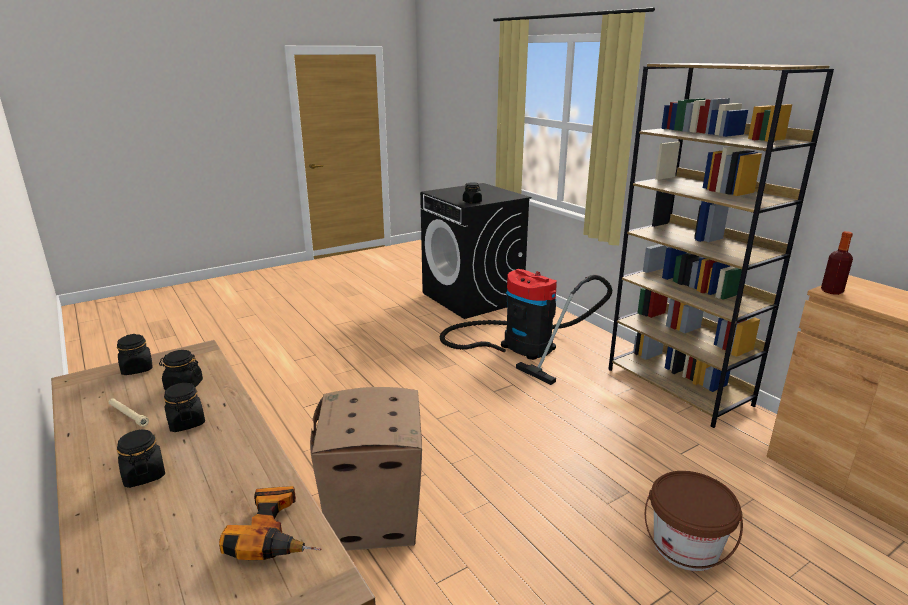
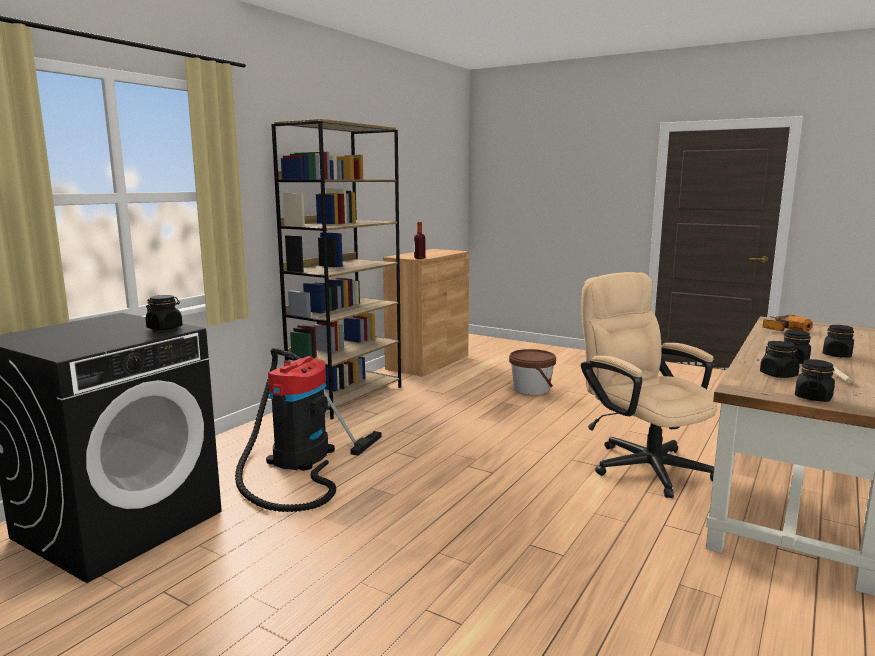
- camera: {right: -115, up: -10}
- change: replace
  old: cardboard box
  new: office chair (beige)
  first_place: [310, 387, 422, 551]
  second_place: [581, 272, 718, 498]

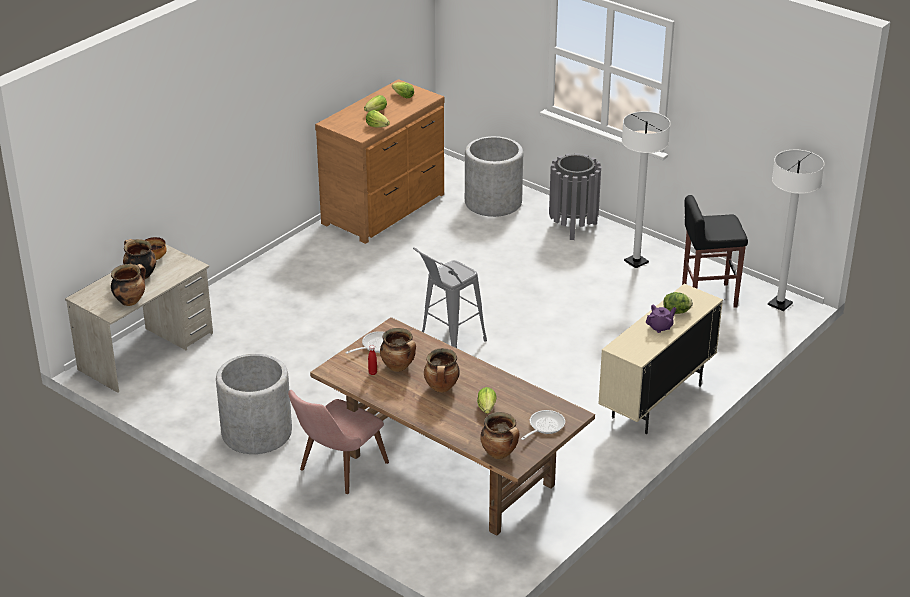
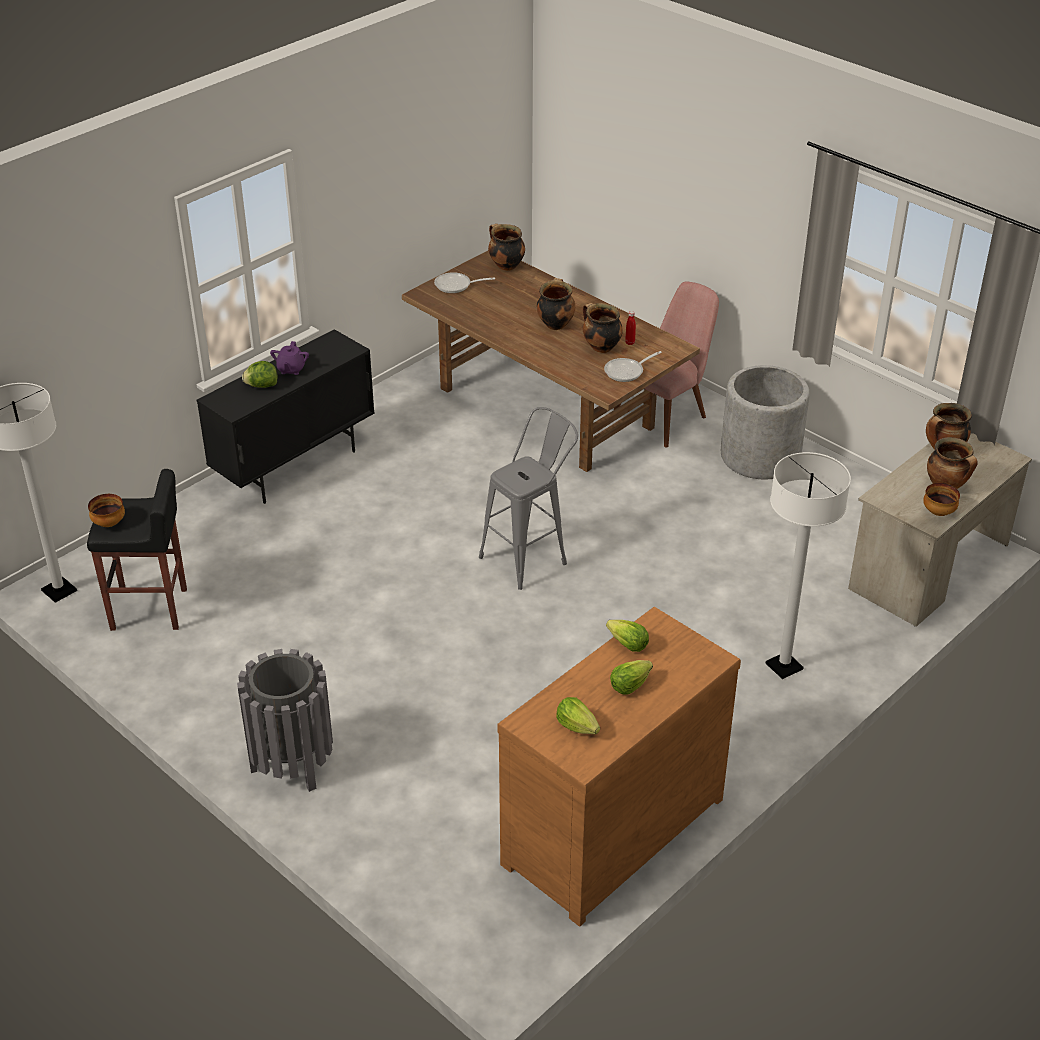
- camera: {right: -175, up: 5}
- change: insert
  new: bowl
  second_place: [88, 494, 125, 527]
- change: recolor
  old: cabinet (beige)
  new: cabinet (black)
  first_place: [598, 284, 723, 434]
  second_place: [197, 329, 374, 504]
- change: rotate
  old: teapot (purple)
  first_place: [646, 305, 676, 333]
  second_place: [270, 341, 309, 375]
  degrees: -60
- change: rotate
  old: frying pan
  first_place: [521, 410, 565, 440]
  second_place: [434, 272, 495, 293]
  degrees: 45
- change: move
  old: floor lamp (white)
  first_place: [622, 111, 671, 268]
  second_place: [766, 452, 851, 679]
- change: delete
  old: planter (grey)
  first_place: [465, 136, 523, 217]
- change: delete
  old: lettuce
  first_place: [477, 387, 496, 414]

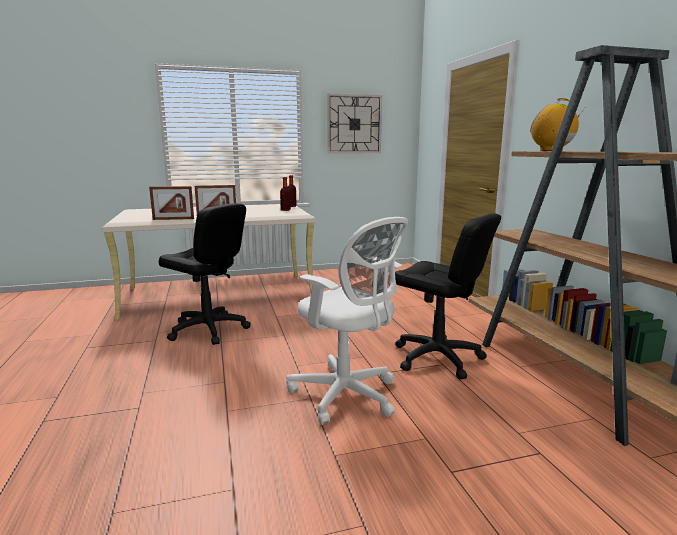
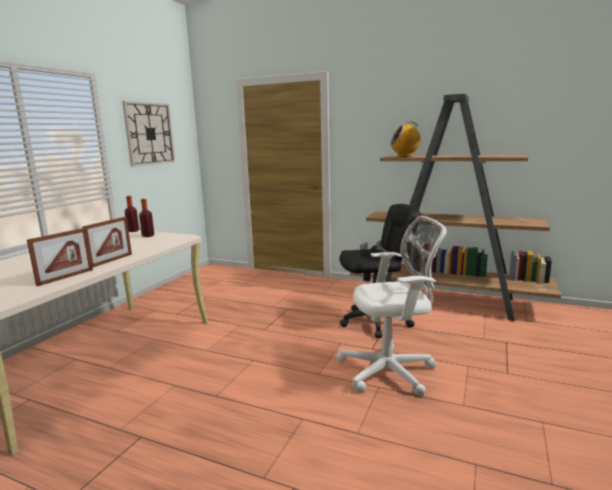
- camera: {right: -50, up: 0}
- change: delete
  old: office chair (black)
  first_place: [159, 203, 251, 345]

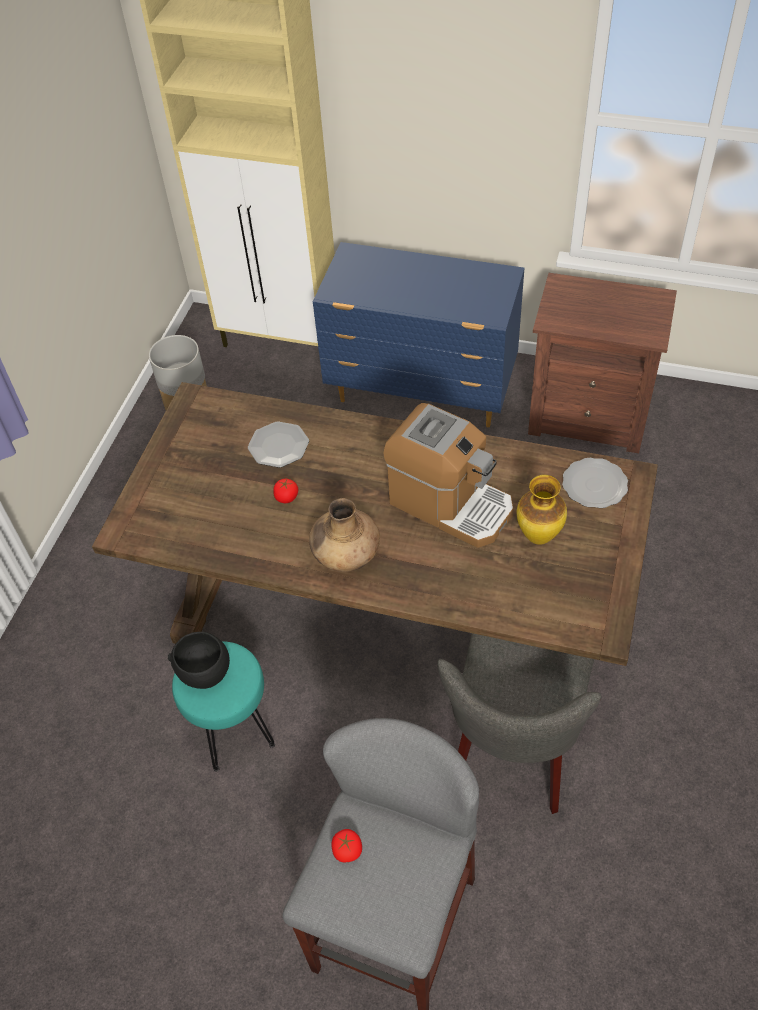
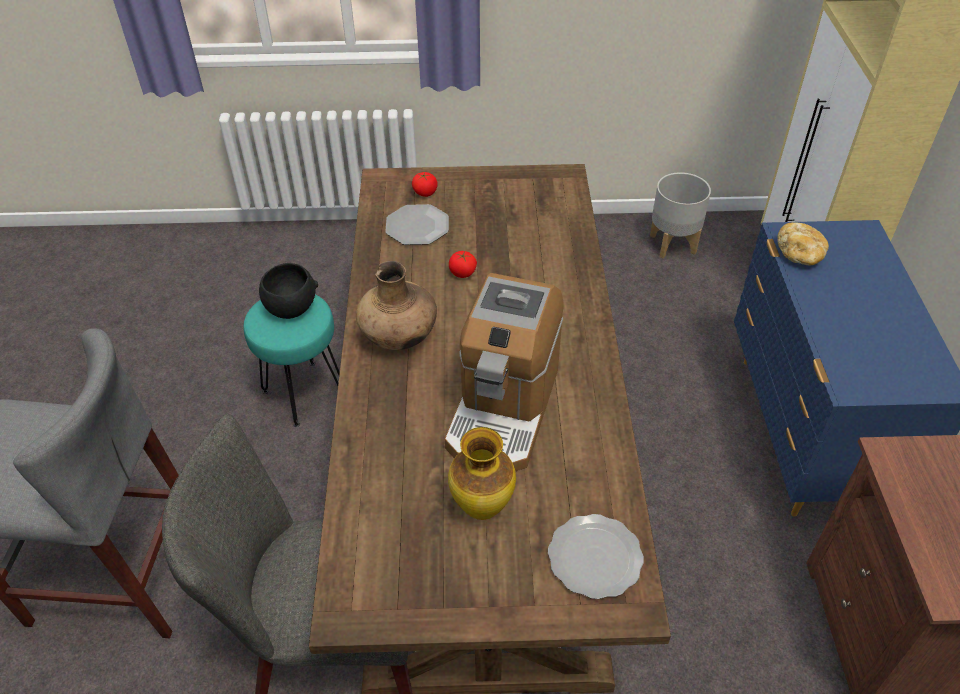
- camera: {right: 70, up: -5}
- change: move
  old: plate
  first_place: [248, 421, 309, 468]
  second_place: [385, 204, 449, 245]
- change: move
  old: tomato
  first_place: [331, 829, 362, 862]
  second_place: [412, 172, 438, 197]
- change: insert
  new: bread
  second_place: [777, 222, 829, 265]

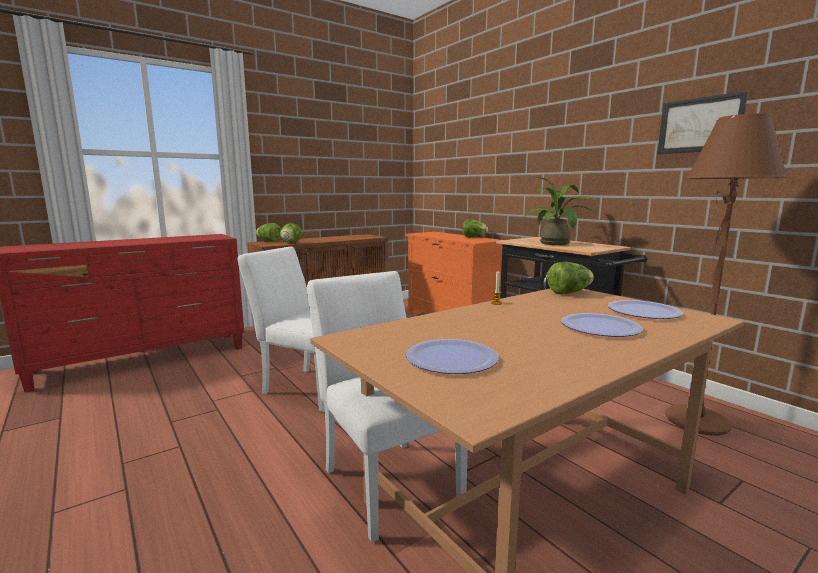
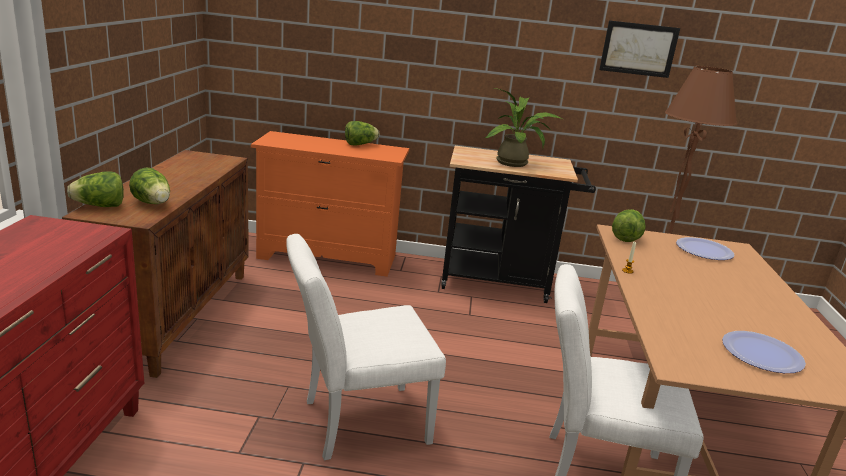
- camera: {right: -50, up: 10}
- change: delete
  old: plate
  first_place: [561, 313, 643, 337]

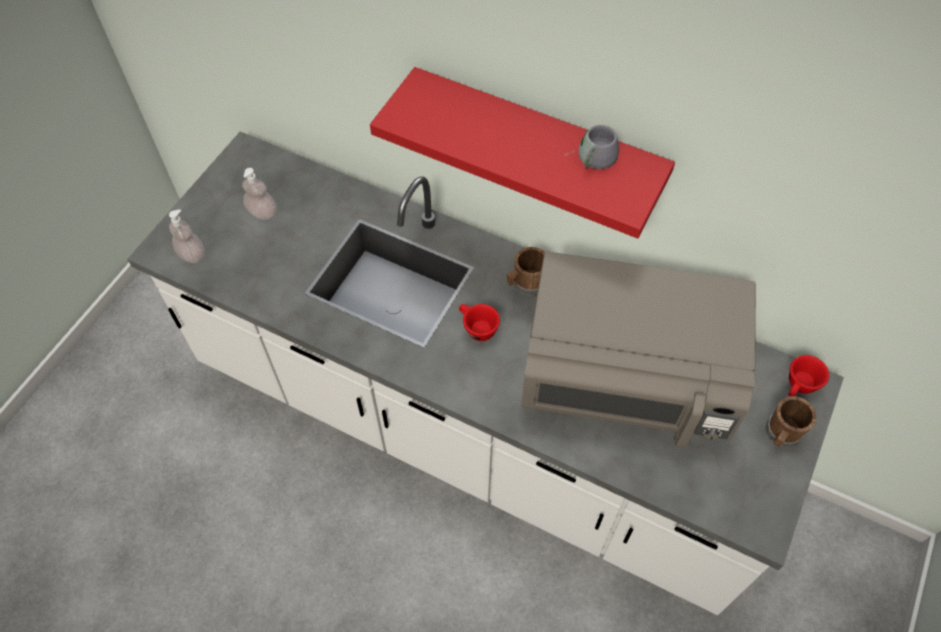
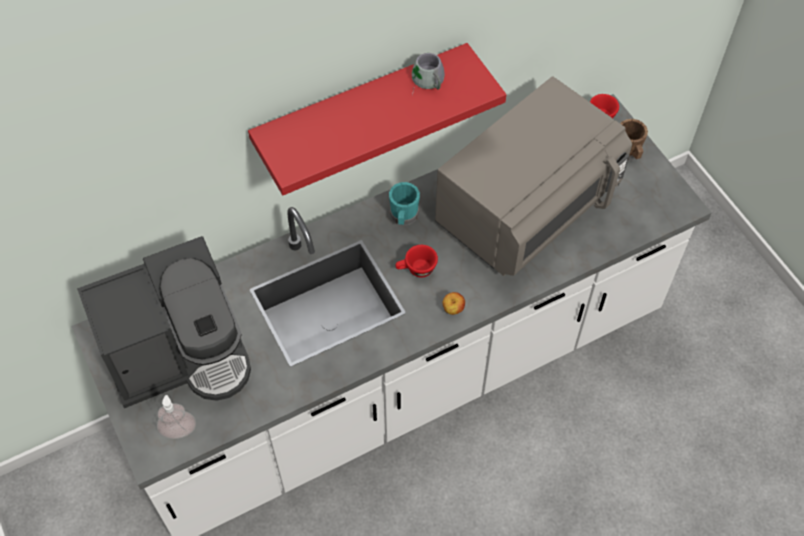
- camera: {right: -55, up: 0}
- change: replace
  old: soap dispenser
  new: coffee machine
  first_place: [242, 168, 277, 220]
  second_place: [77, 236, 251, 408]
- change: recolor
  old: mug (brown)
  new: mug (turquoise)
  first_place: [507, 247, 545, 296]
  second_place: [389, 182, 420, 225]
- change: insert
  new: apple
  second_place: [442, 292, 465, 315]

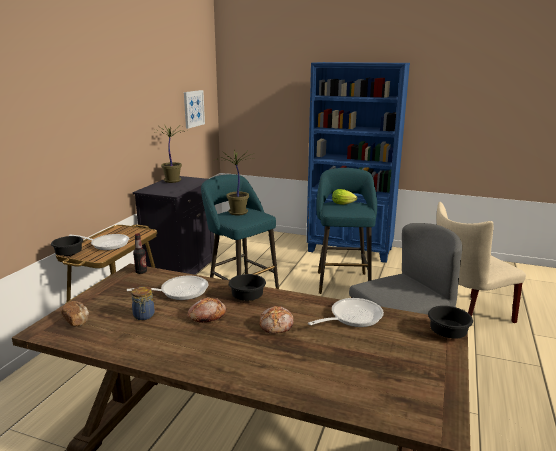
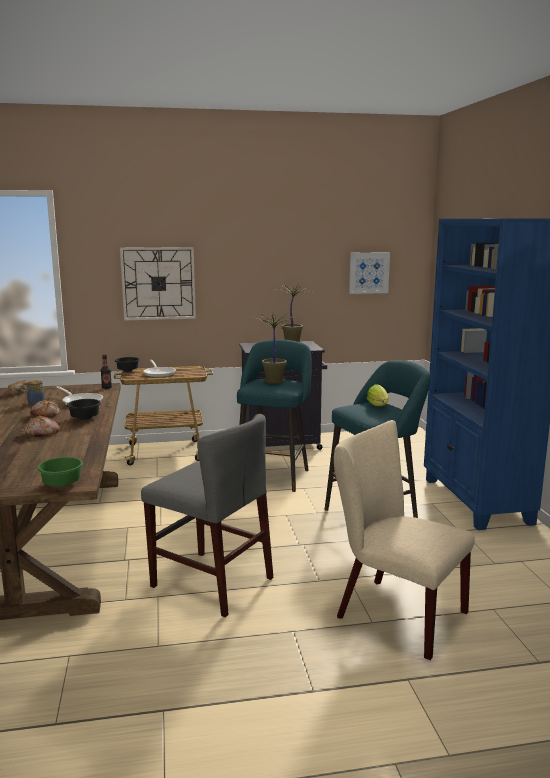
- camera: {right: 60, up: -5}
- change: recolor
  old: bowl (black)
  new: bowl (green)
  first_place: [428, 306, 473, 339]
  second_place: [37, 457, 83, 487]
- change: insert
  new: wall clock
  second_place: [120, 247, 196, 321]
- change: delete
  old: frying pan
  first_place: [308, 298, 384, 327]

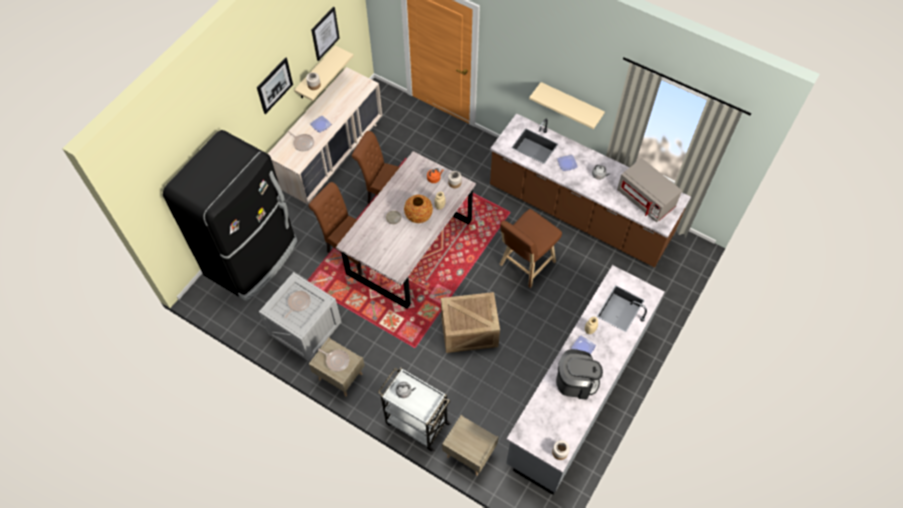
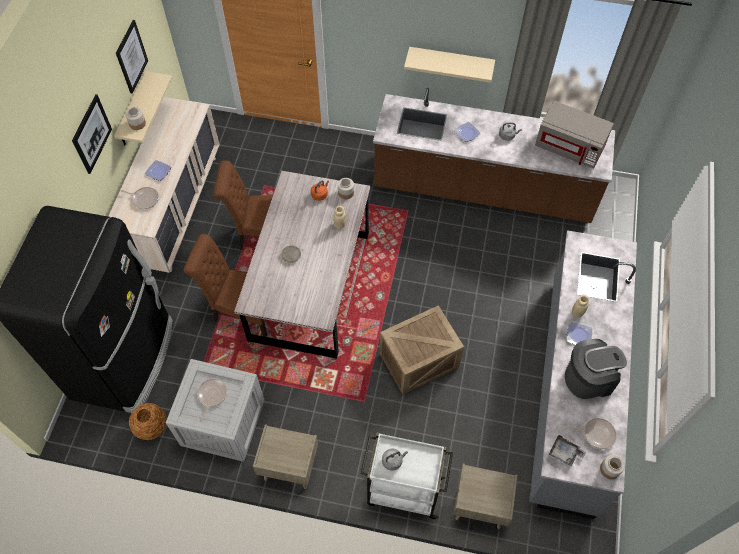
- camera: {right: -20, up: 0}
- change: move
  old: vase
  first_place: [404, 195, 433, 223]
  second_place: [129, 403, 167, 440]
- change: insert
  new: tray (grey)
  second_place: [549, 435, 586, 467]
- change: move
  old: frying pan
  first_place: [318, 349, 349, 372]
  second_place: [568, 418, 617, 449]
- change: delete
  old: stool (brown)
  first_place: [499, 209, 562, 288]

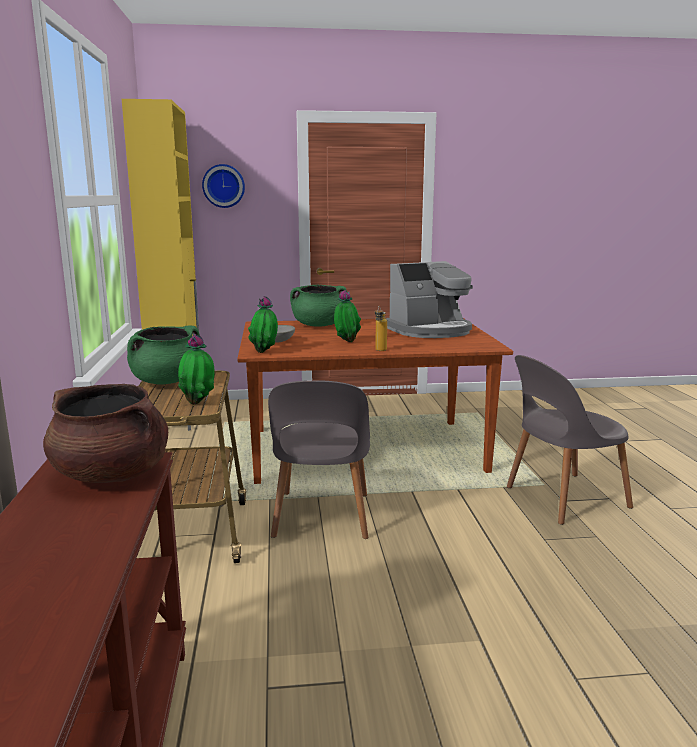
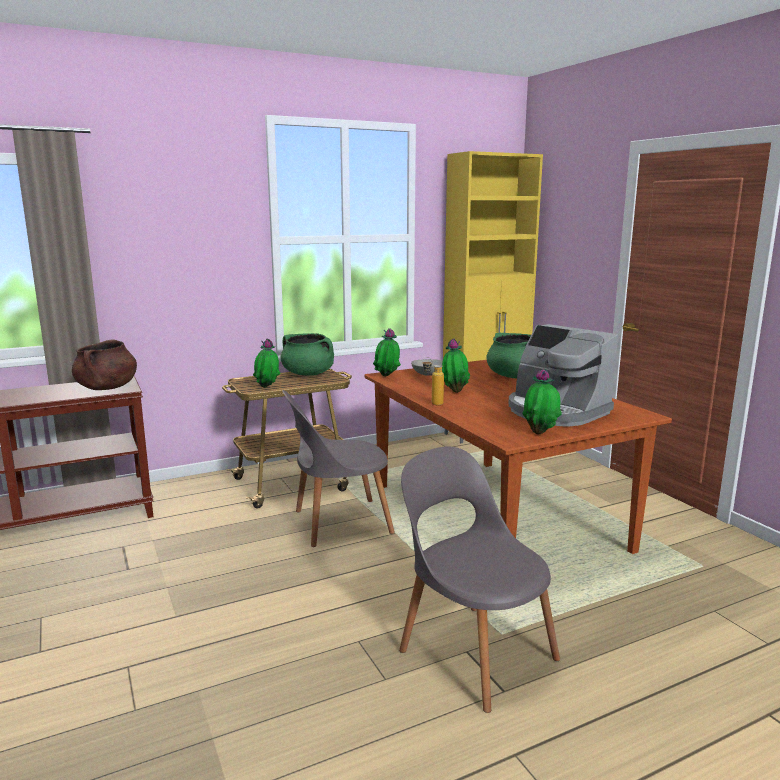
- camera: {right: 70, up: 0}
- change: insert
  new: potted plant
  second_place: [522, 368, 562, 434]
- change: delete
  old: wall clock
  first_place: [202, 164, 245, 208]

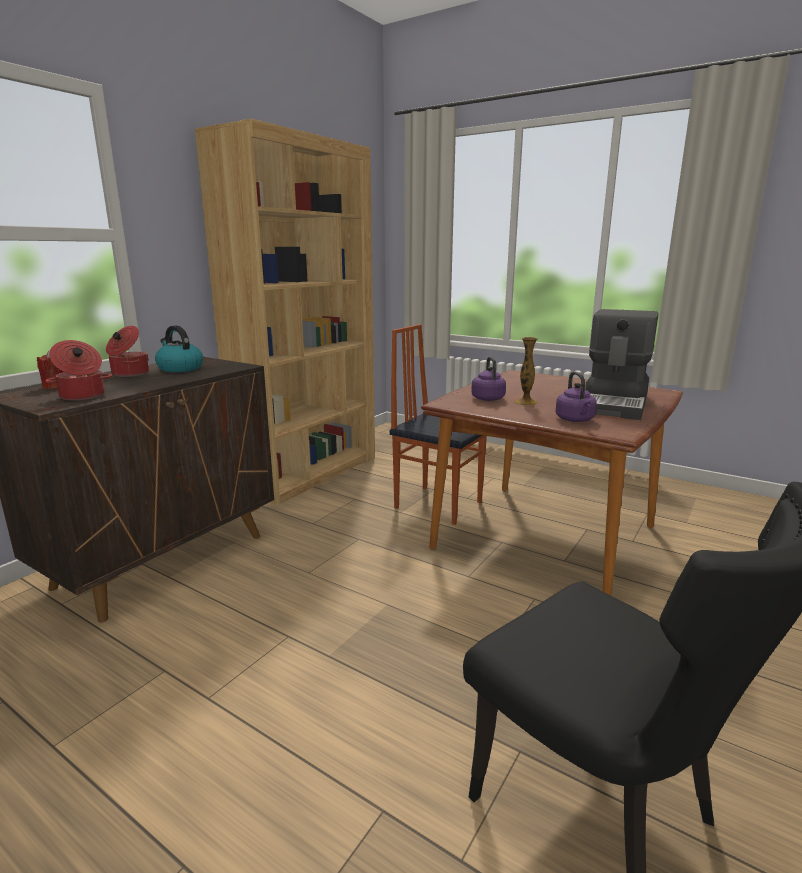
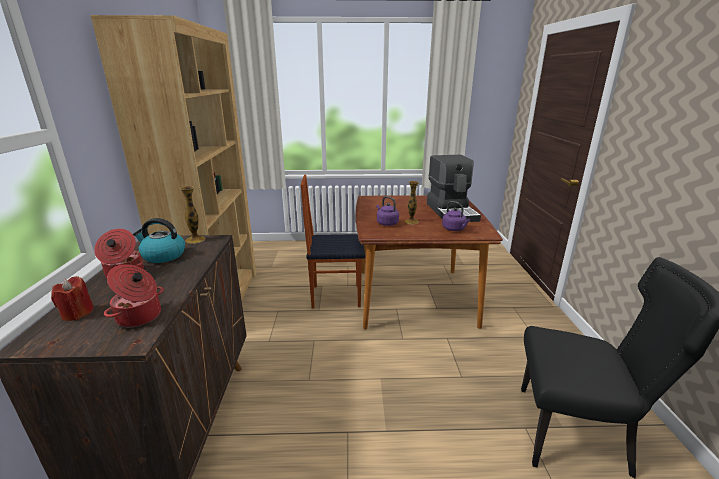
- camera: {right: -35, up: 5}
- change: insert
  new: vase
  second_place: [180, 186, 205, 244]

